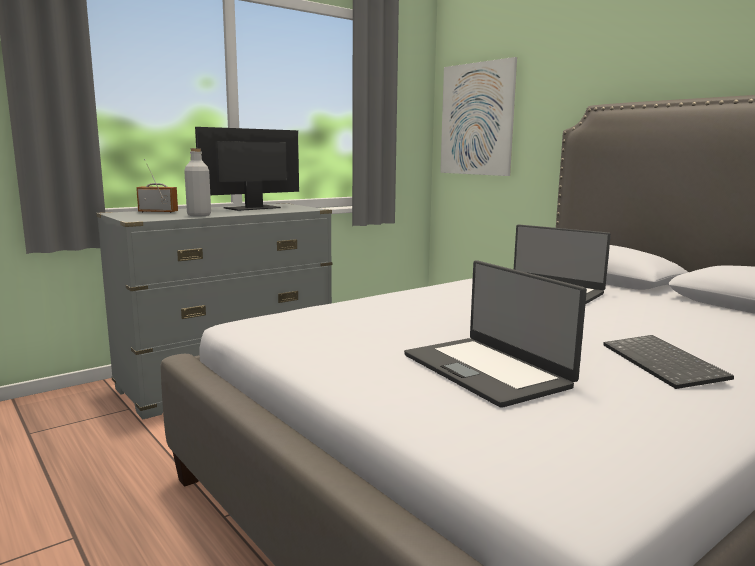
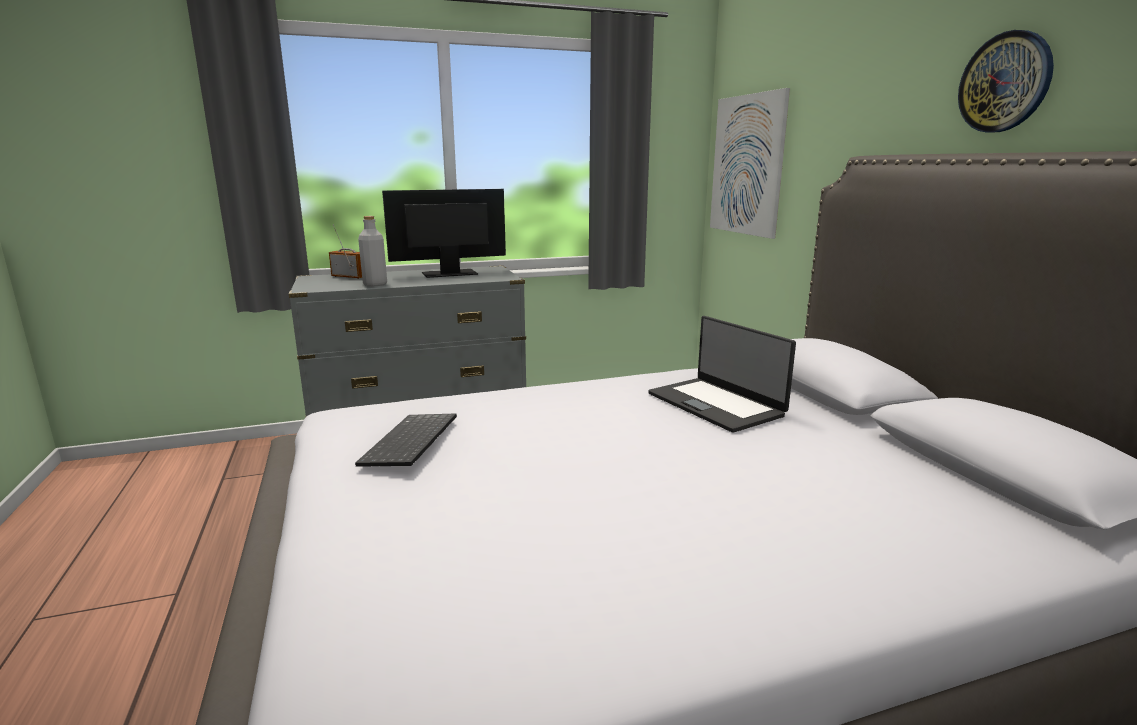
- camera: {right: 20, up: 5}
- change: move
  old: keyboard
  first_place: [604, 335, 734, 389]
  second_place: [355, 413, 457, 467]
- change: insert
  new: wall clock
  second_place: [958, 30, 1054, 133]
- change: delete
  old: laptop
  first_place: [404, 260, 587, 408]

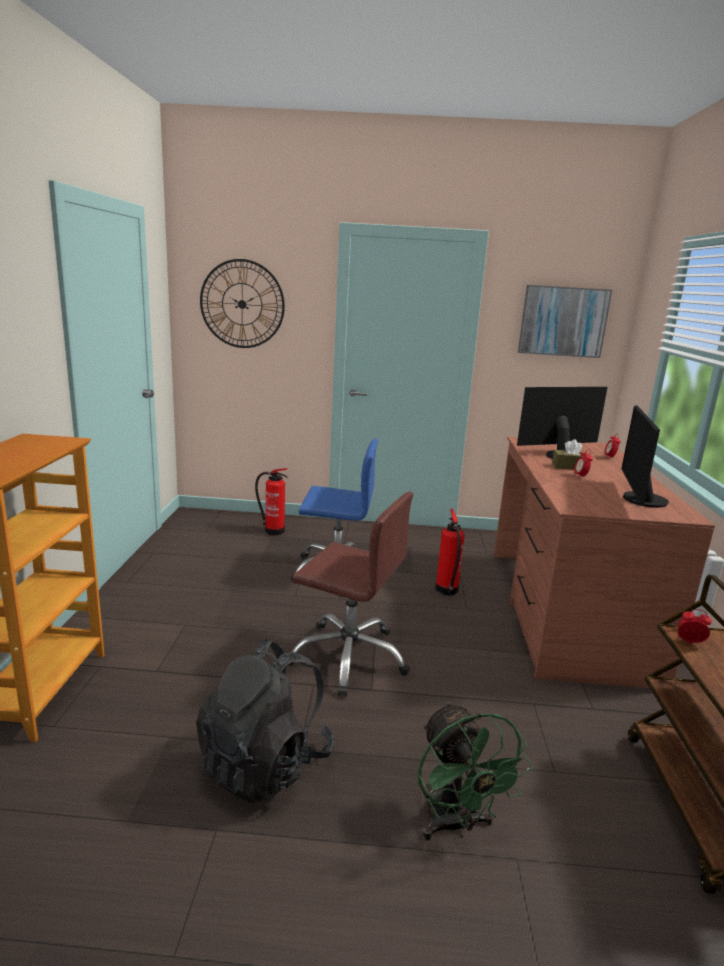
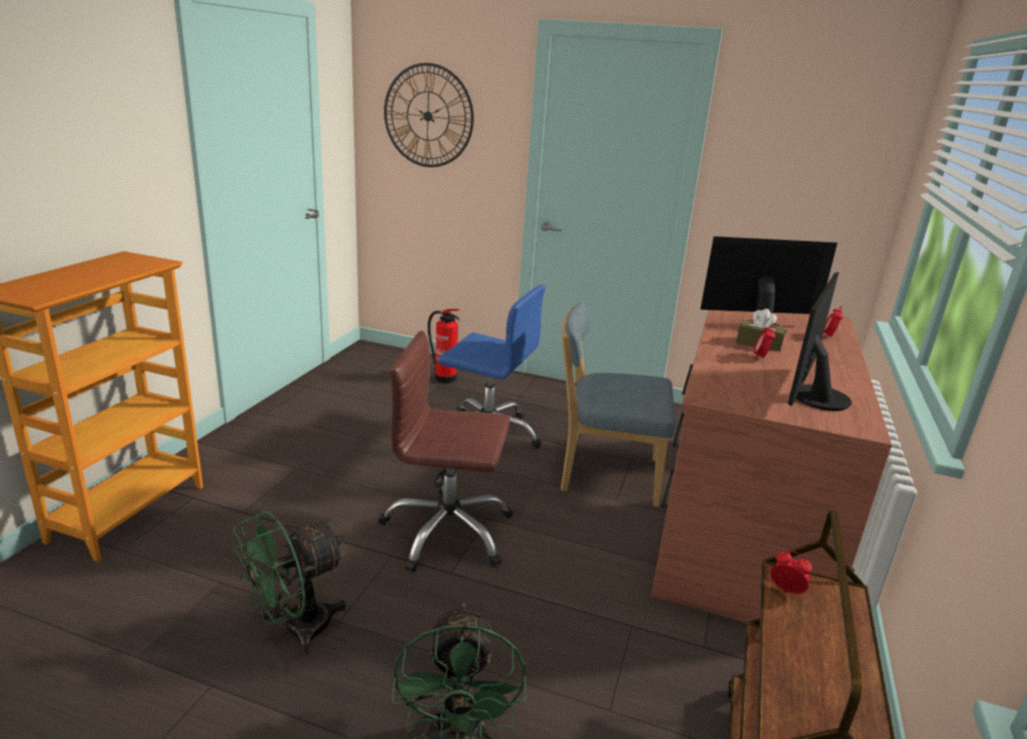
- camera: {right: 15, up: 5}
- change: replace
  old: backpack (black)
  new: fan (green)
  first_place: [196, 639, 334, 804]
  second_place: [233, 511, 346, 656]
- change: rotate
  old: office chair (brown)
  first_place: [288, 492, 413, 697]
  second_place: [378, 331, 513, 572]
  degrees: 150
- change: replace
  old: fire extinguisher
  new: chair (blue)
  first_place: [435, 508, 465, 595]
  second_place: [561, 302, 675, 507]
- change: delete
  old: picture
  first_place: [518, 285, 612, 358]

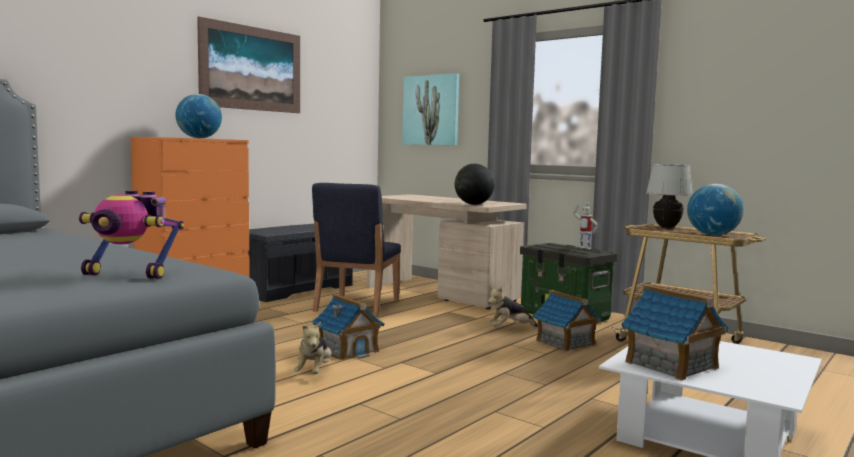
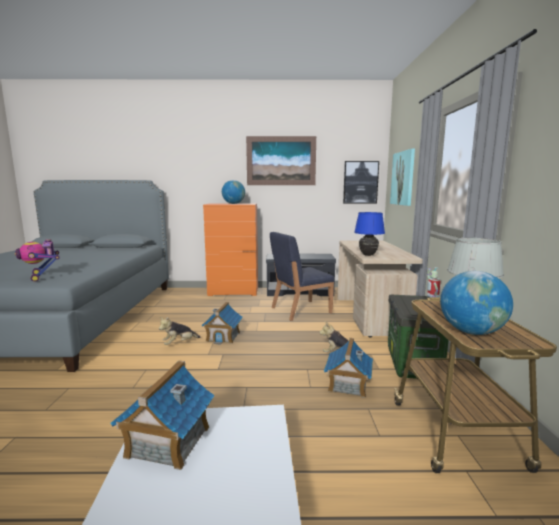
- camera: {right: 50, up: 5}
- change: insert
  new: picture
  second_place: [343, 161, 379, 203]
- change: replace
  old: globe
  new: table lamp (blue)
  first_place: [455, 164, 494, 205]
  second_place: [354, 212, 385, 256]

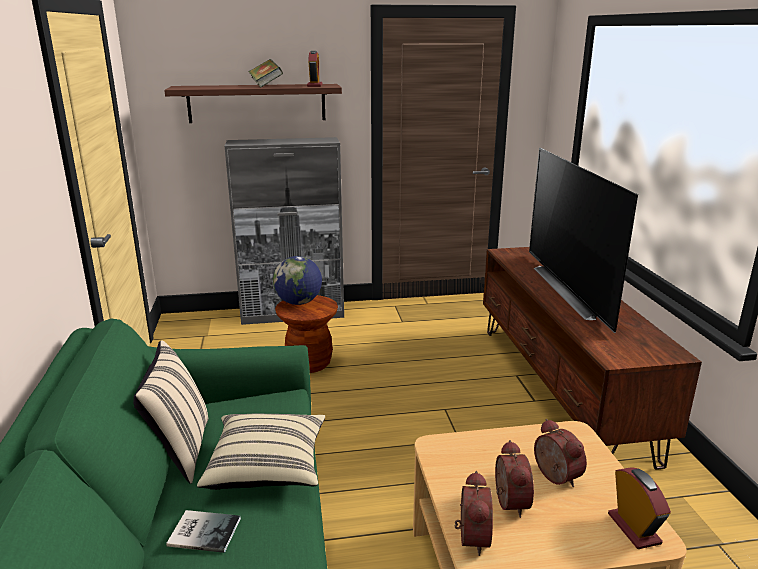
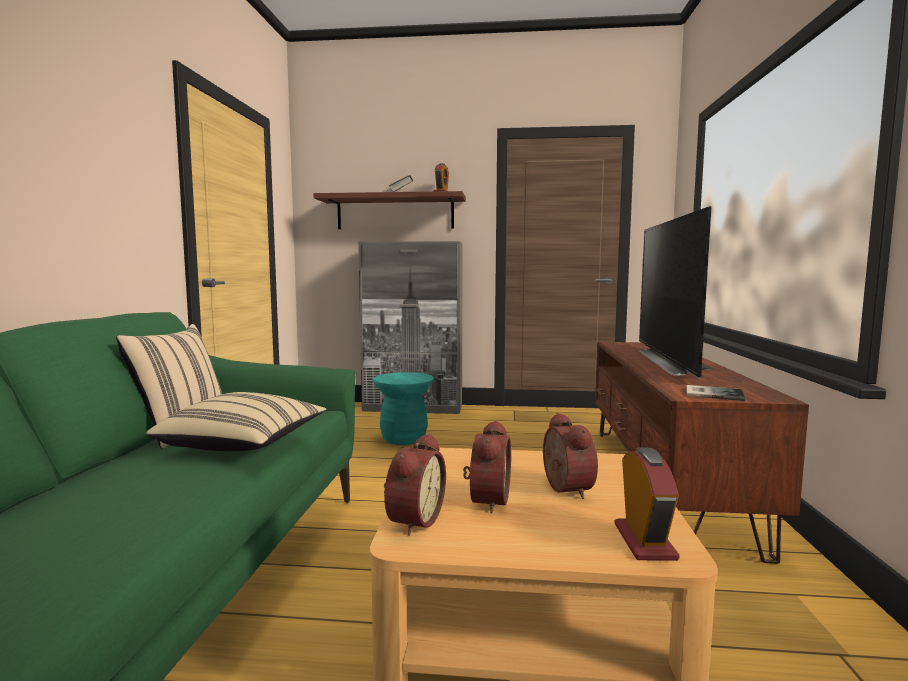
- camera: {right: 15, up: -15}
- change: recolor
  old: stool (brown)
  new: stool (turquoise)
  first_place: [275, 295, 338, 373]
  second_place: [373, 372, 434, 445]
- change: move
  old: book
  first_place: [166, 510, 241, 553]
  second_place: [686, 385, 745, 401]
- change: delete
  old: globe
  first_place: [273, 256, 322, 305]

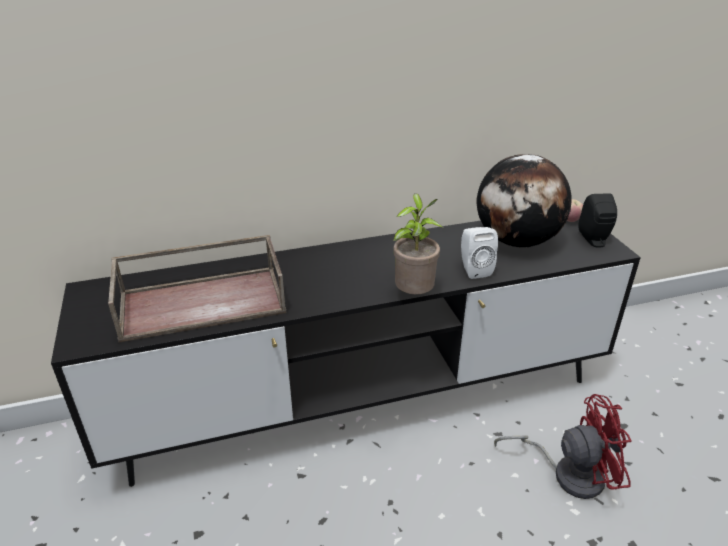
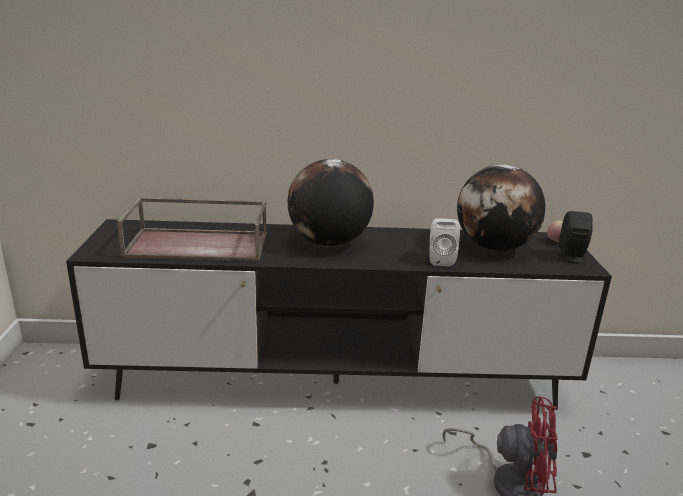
- camera: {right: 15, up: -10}
- change: insert
  new: globe
  second_place: [288, 159, 374, 247]
- change: delete
  old: potted plant
  first_place: [393, 193, 442, 294]

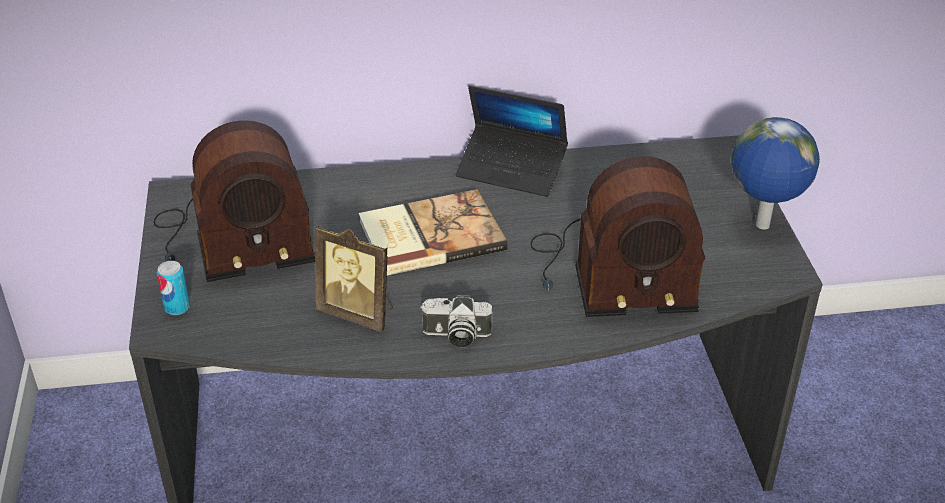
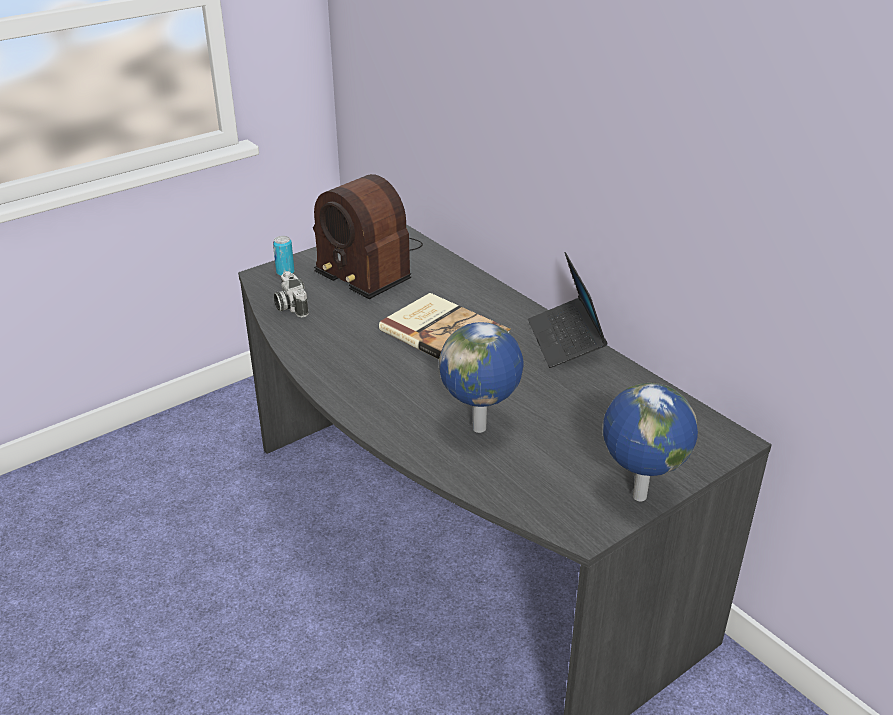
- camera: {right: 60, up: -5}
- change: move
  old: photo camera
  first_place: [420, 295, 492, 348]
  second_place: [274, 271, 309, 318]
- change: replace
  old: radio
  new: globe
  first_place: [530, 156, 705, 317]
  second_place: [439, 322, 524, 433]
- change: delete
  old: picture frame
  first_place: [315, 225, 393, 332]

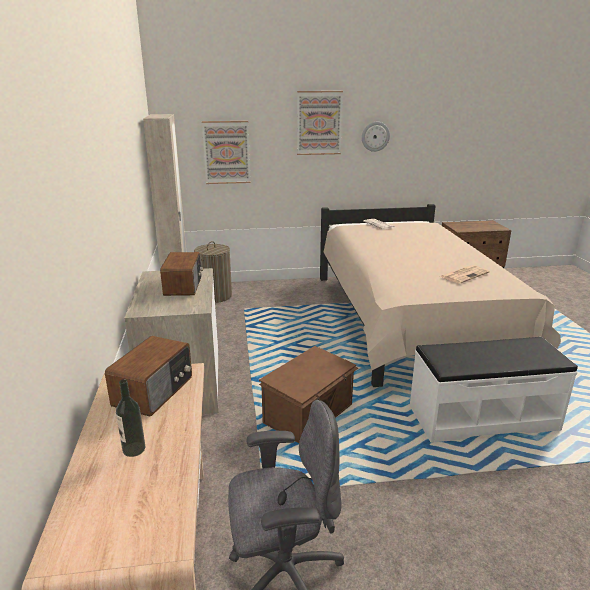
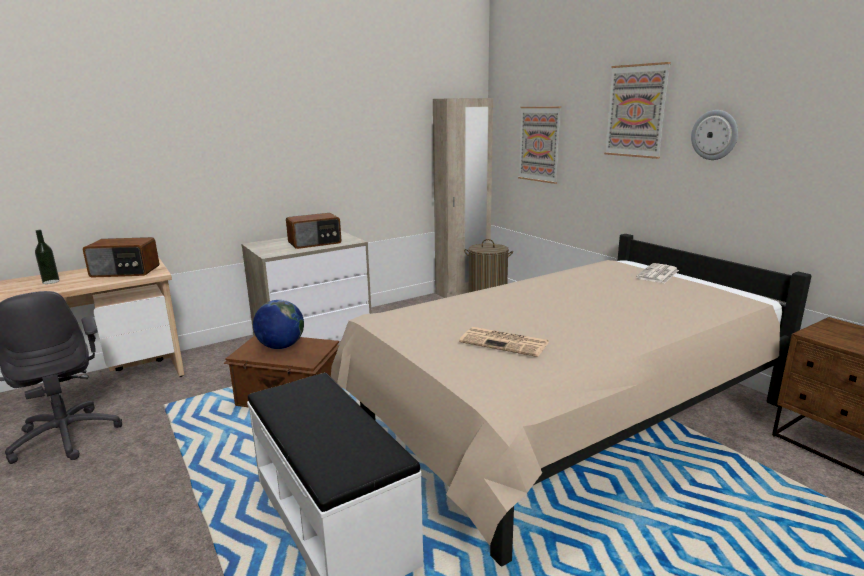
- camera: {right: 65, up: -5}
- change: insert
  new: globe
  second_place: [253, 300, 304, 349]

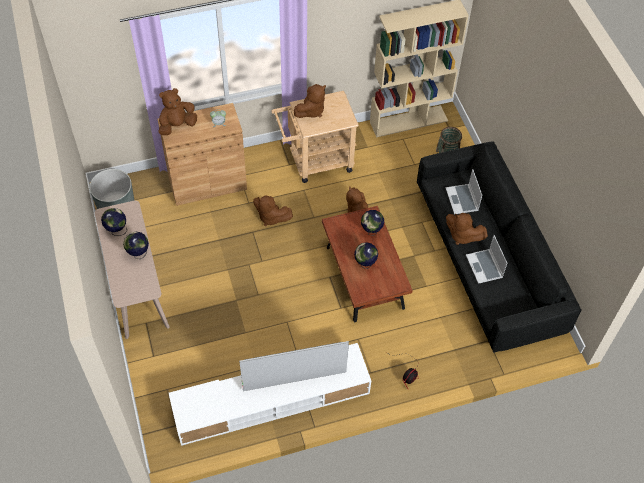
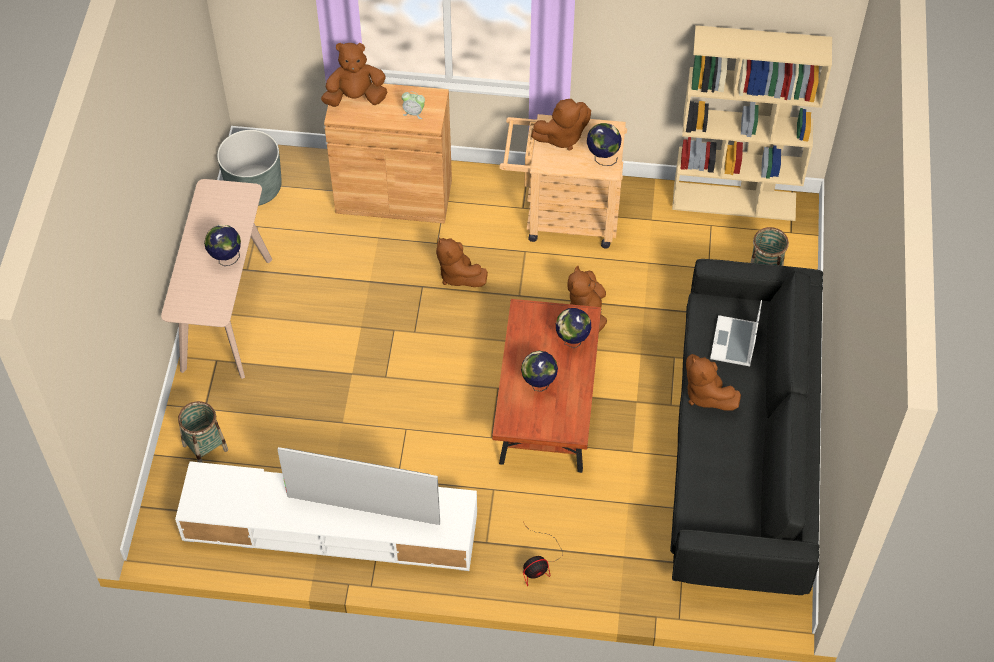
- camera: {right: 25, up: 0}
- change: insert
  new: basket
  second_place: [178, 401, 228, 463]
- change: move
  old: globe
  first_place: [101, 208, 127, 236]
  second_place: [587, 123, 622, 166]
- change: delete
  old: laptop
  first_place: [466, 235, 507, 284]

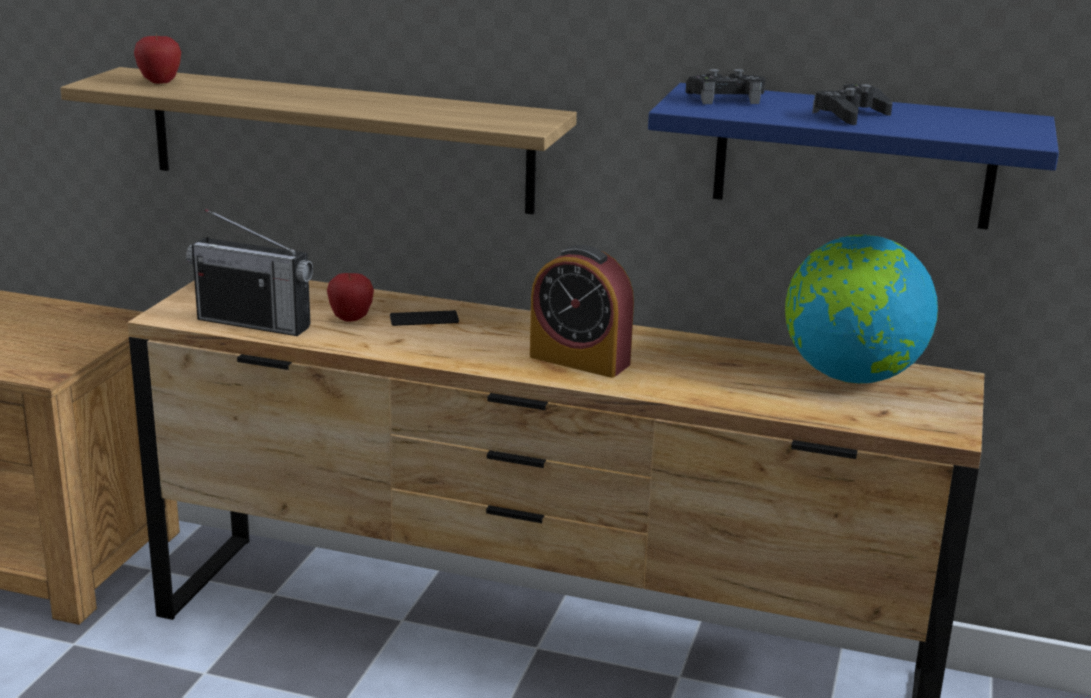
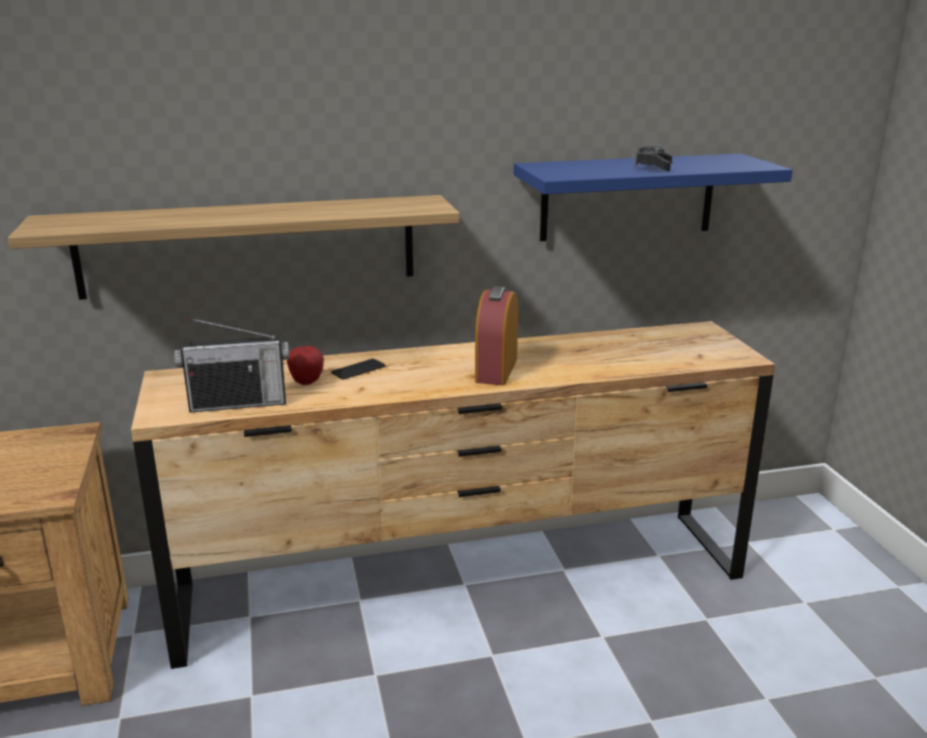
- camera: {right: -30, up: 0}
- change: rotate
  old: alarm clock
  first_place: [530, 245, 634, 378]
  second_place: [475, 286, 518, 385]
  degrees: 105
- change: delete
  old: apple
  first_place: [134, 34, 181, 84]
- change: delete
  old: game controller (black)
  first_place: [686, 69, 766, 104]
- change: delete
  old: globe
  first_place: [785, 235, 938, 383]

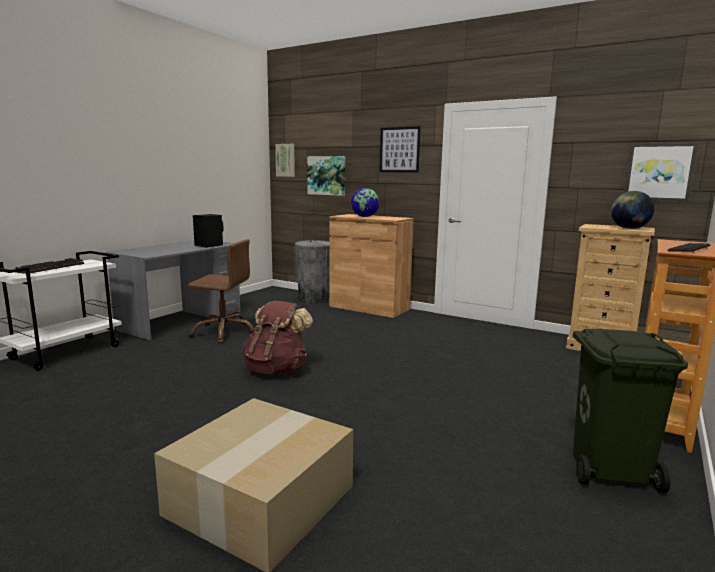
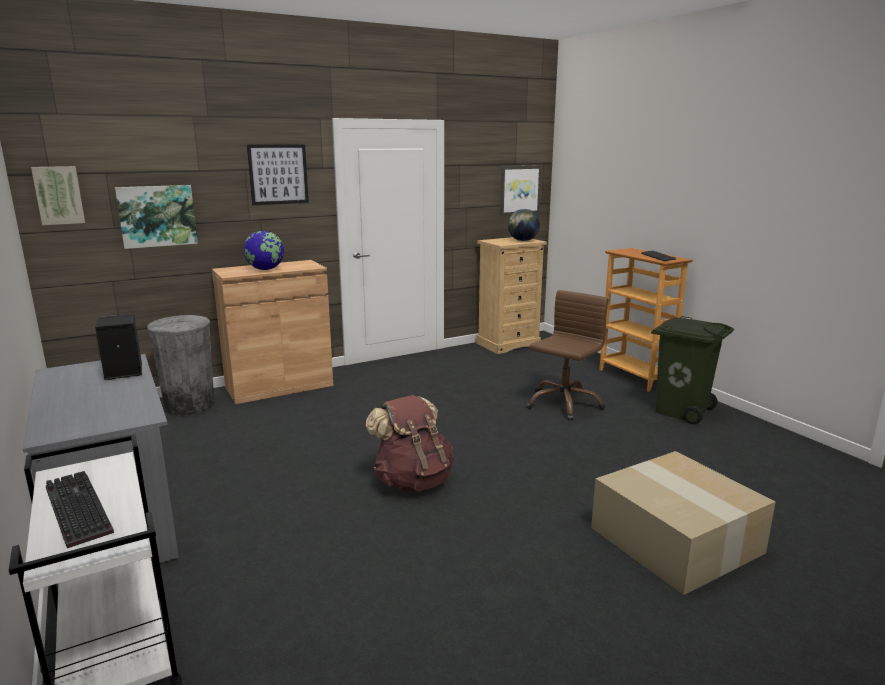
- camera: {right: -60, up: 5}
- change: move
  old: office chair (brown)
  first_place: [188, 239, 254, 344]
  second_place: [526, 290, 608, 420]

